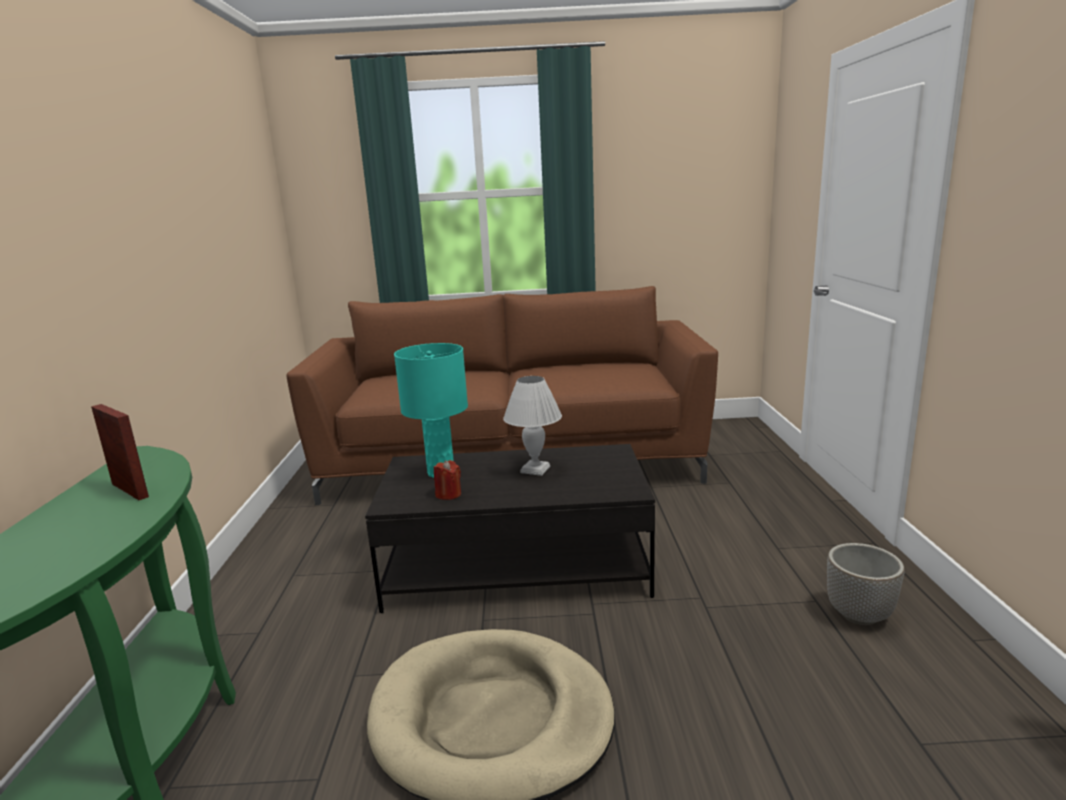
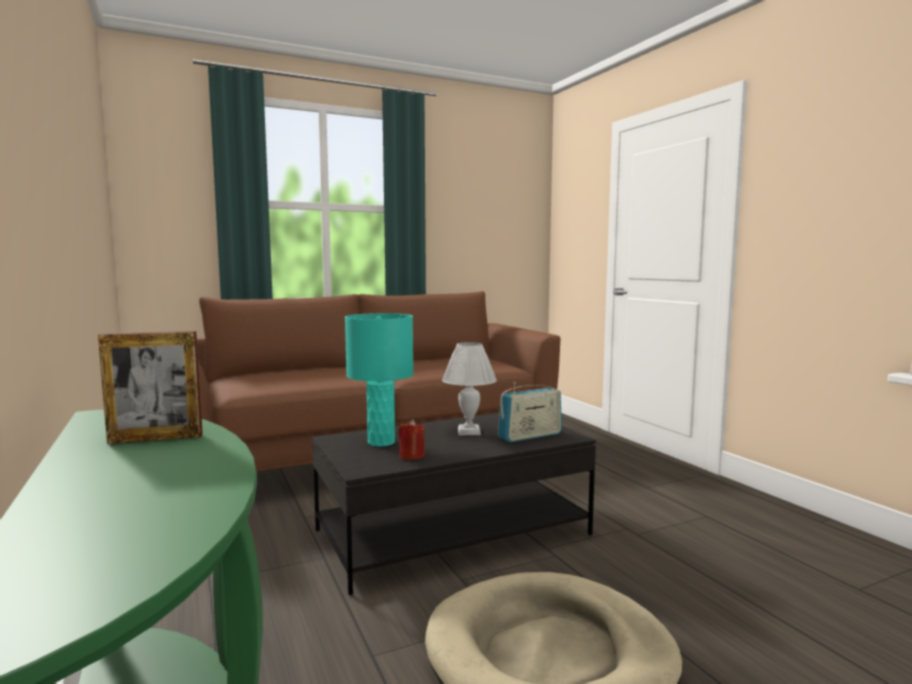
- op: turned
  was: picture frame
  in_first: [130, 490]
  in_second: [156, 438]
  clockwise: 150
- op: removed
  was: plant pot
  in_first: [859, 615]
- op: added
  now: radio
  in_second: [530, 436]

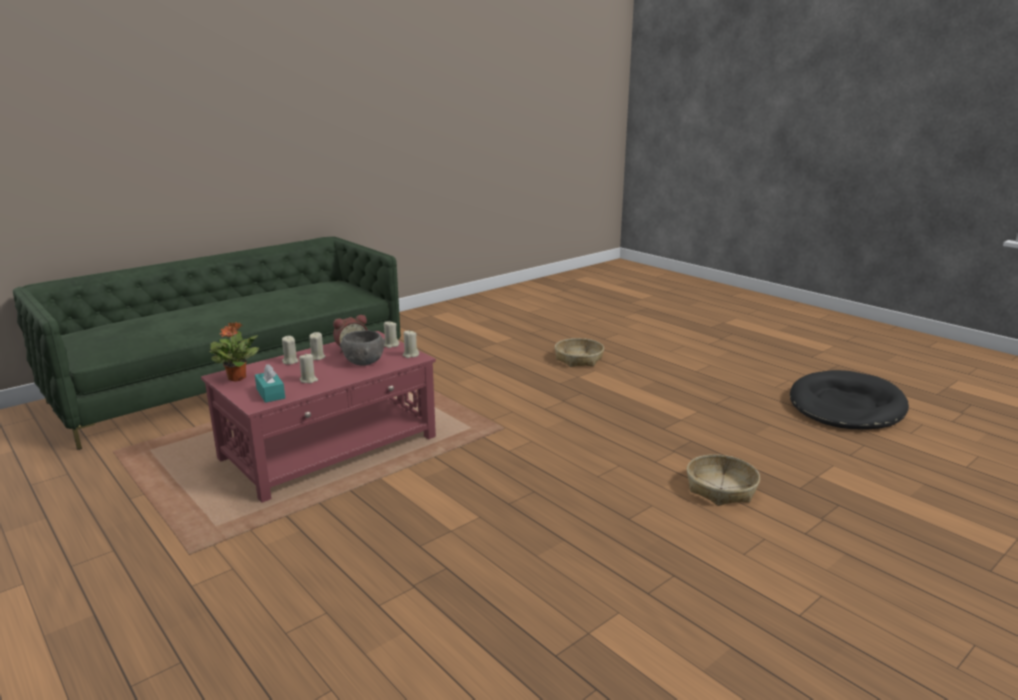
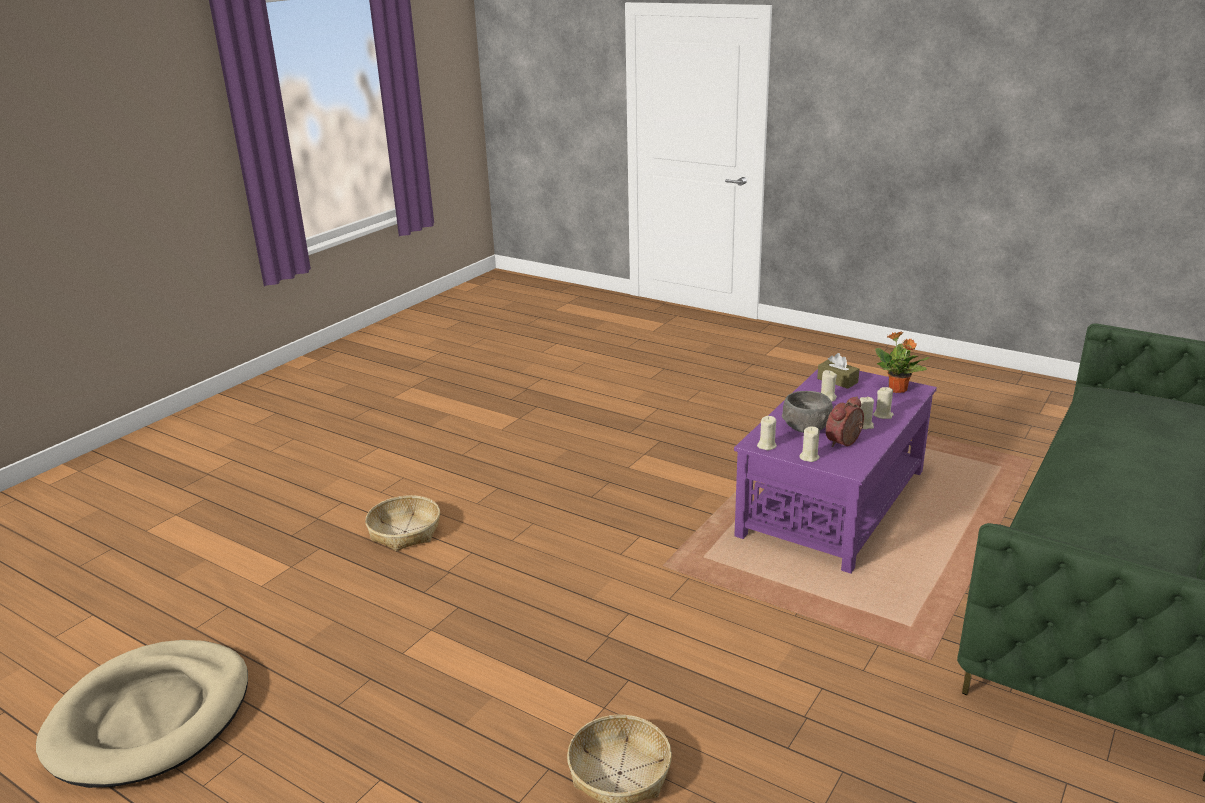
- op: recoloured
  was: red-coloured lounge table
  now: purplish lounge table
  in_first: [331, 448]
  in_second: [832, 503]
- op: recoloured
  was: turquoise box of tissues
  now: brownish box of tissues
  in_first: [270, 393]
  in_second: [837, 380]
- op: recoloured
  was: black dog bed
  now: sand-coloured dog bed
  in_first: [846, 406]
  in_second: [151, 717]

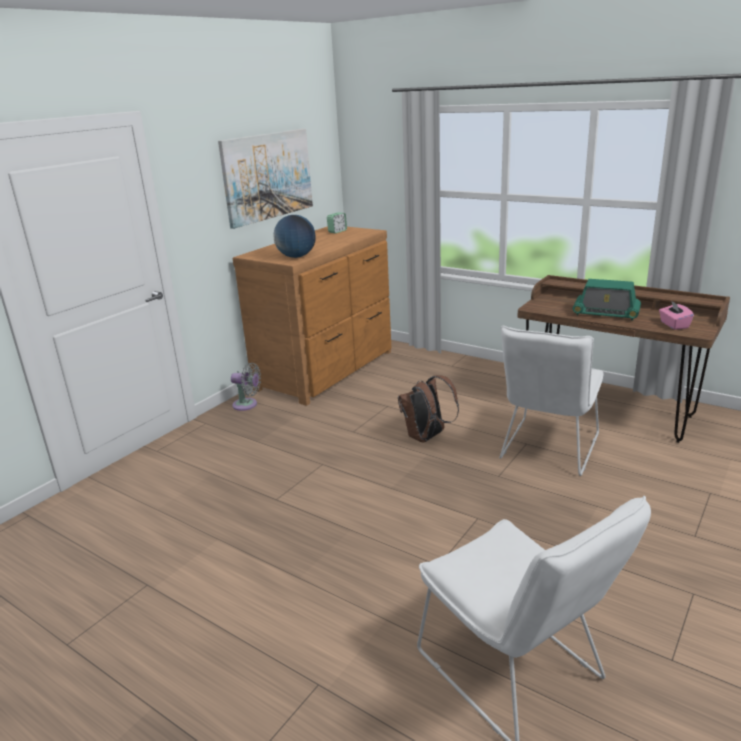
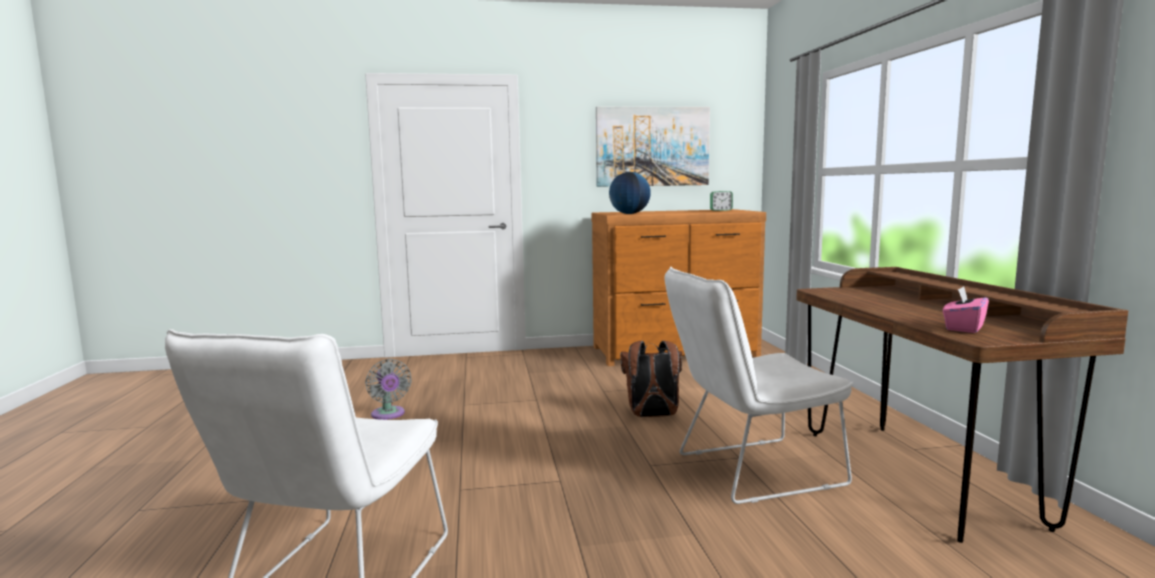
- op: removed
  was: radio
  in_first: [605, 313]
- op: moved
  was: grey fan
  in_first: [247, 405]
  in_second: [388, 415]

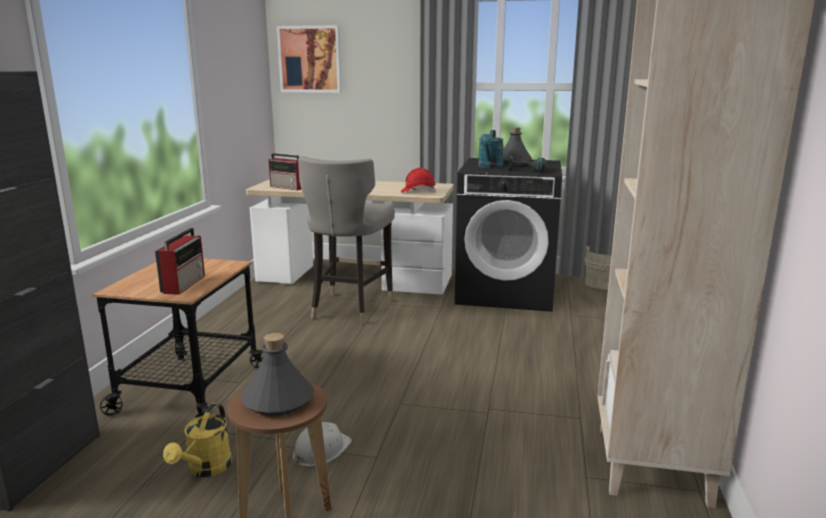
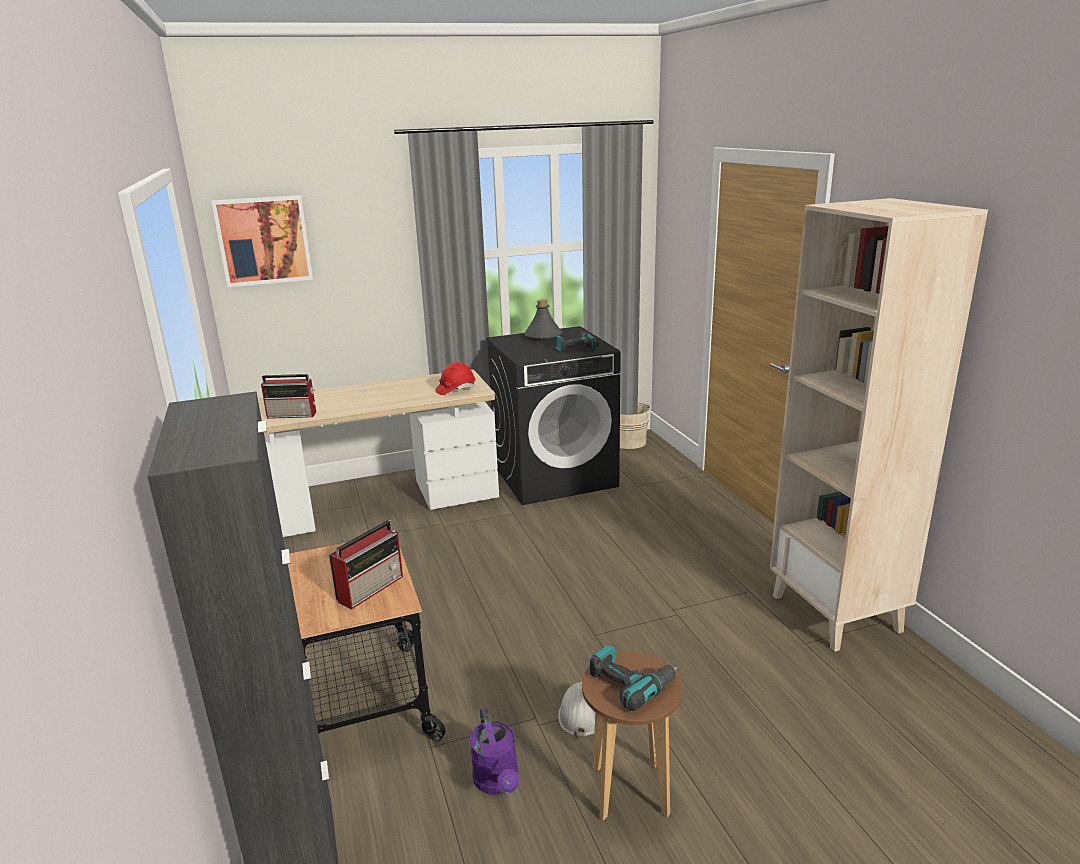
- op: removed
  was: turquoise sprinkling can
  in_first: [489, 167]
- op: removed
  was: grey sitting stool
  in_first: [349, 308]
- op: turned
  was: radio
  in_first: [184, 283]
  in_second: [371, 588]
  clockwise: 60
- op: replaced
  was: grey drink bottle
  now: drill
  in_first: [278, 401]
  in_second: [631, 683]
- op: recoloured
  was: yellow-coloured sprinkling can
  now: purplish sprinkling can
  in_first: [206, 469]
  in_second: [498, 783]

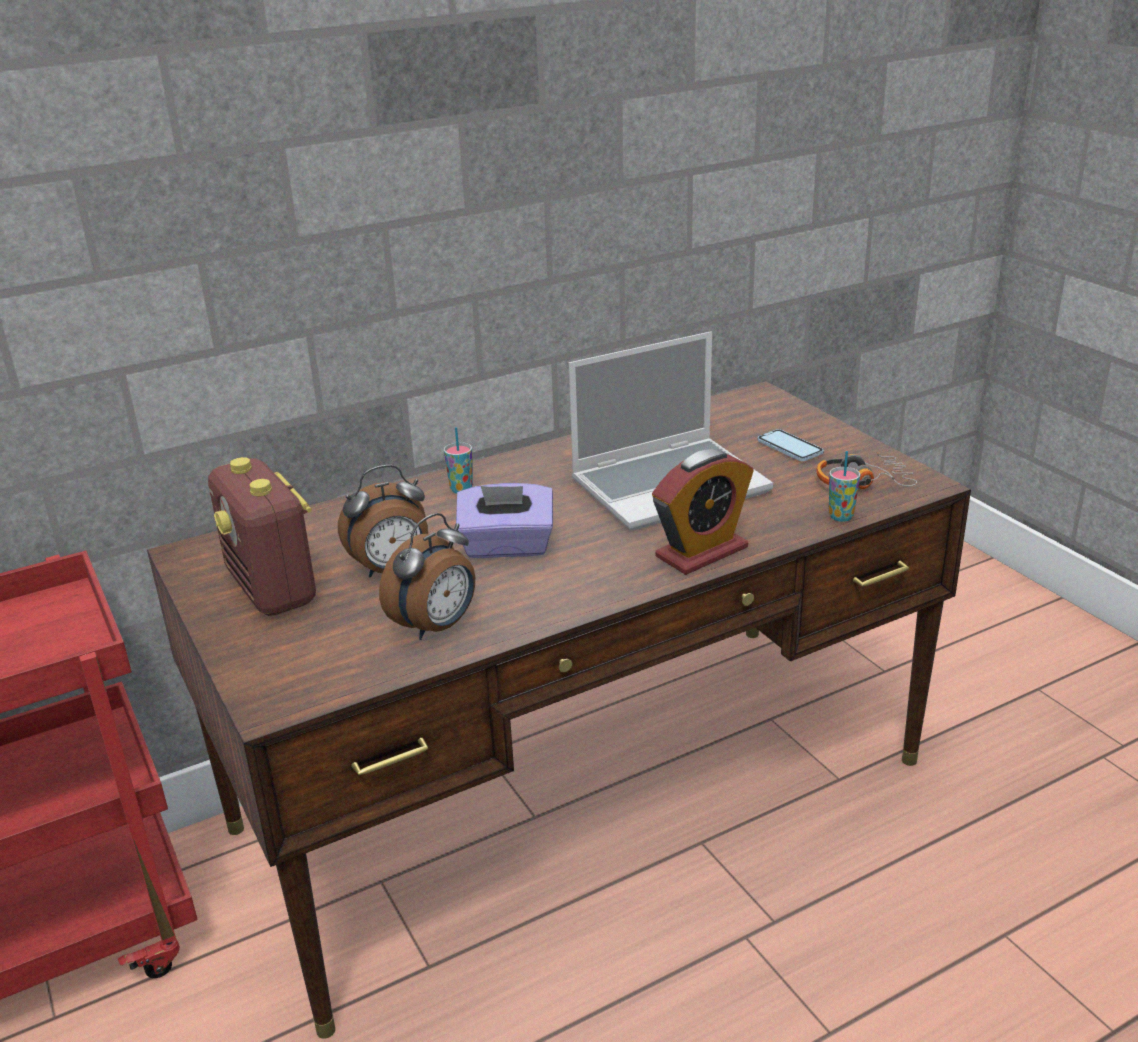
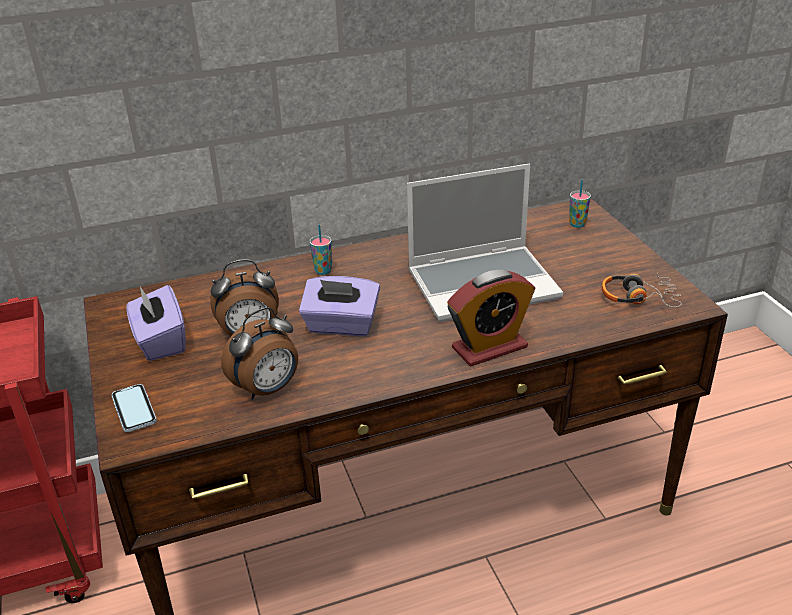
- op: moved
  was: phone
  in_first: [789, 447]
  in_second: [134, 409]
- op: moved
  was: drinking cup
  in_first: [841, 516]
  in_second: [577, 224]
- op: replaced
  was: radio
  now: purplish box of tissues
  in_first: [272, 588]
  in_second: [160, 341]

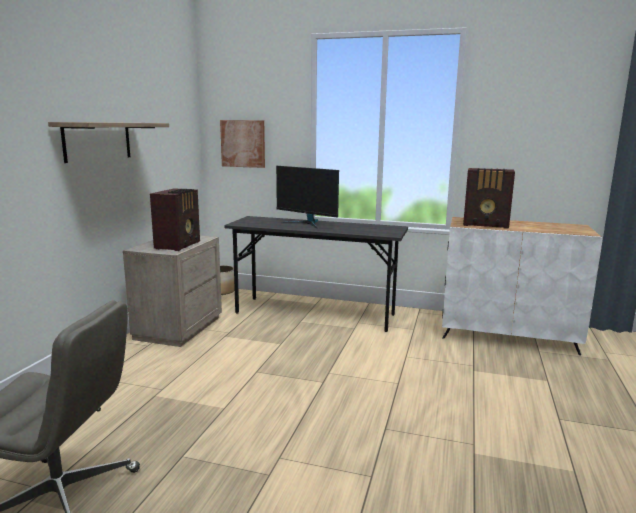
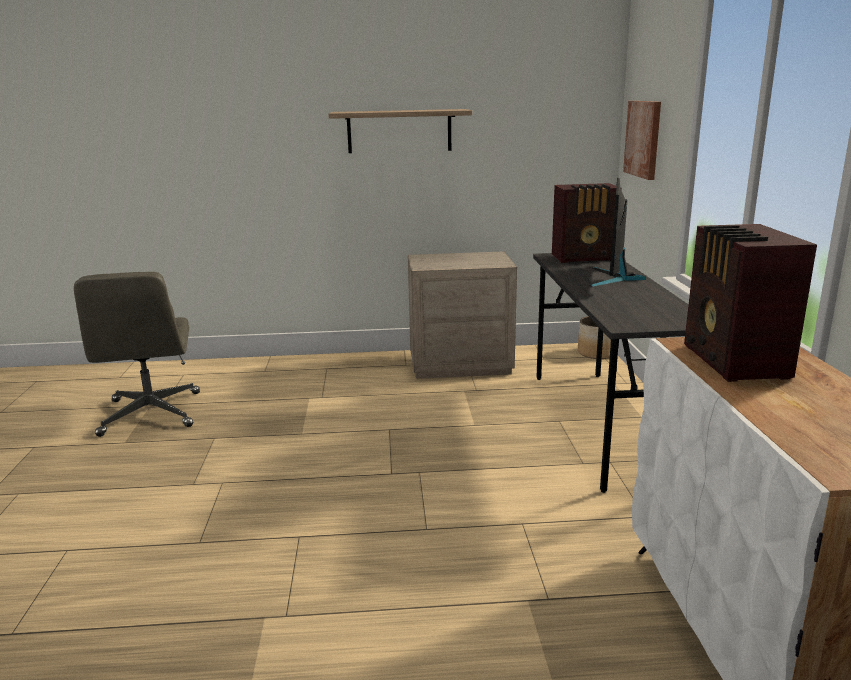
- op: moved
  was: radio
  in_first: [179, 245]
  in_second: [585, 258]

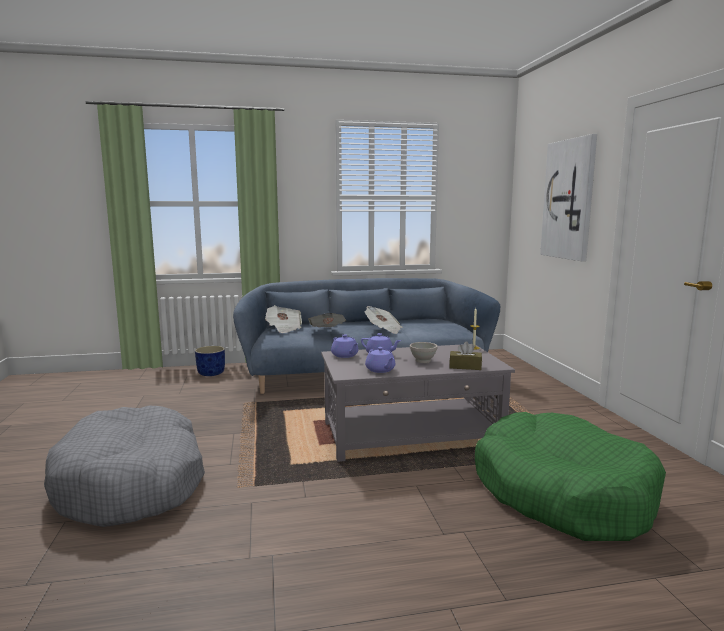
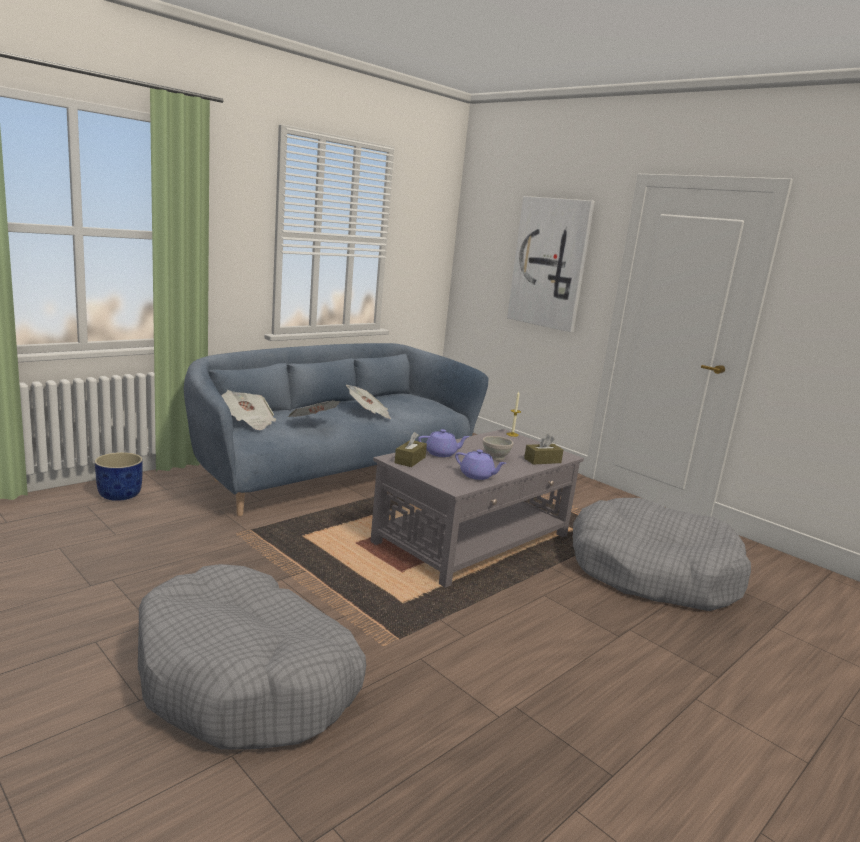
- op: replaced
  was: purplish pot for tea
  now: brownish box of tissues
  in_first: [345, 355]
  in_second: [410, 460]
- op: recoloured
  was: green dog bed
  now: grey dog bed
  in_first: [561, 492]
  in_second: [652, 572]

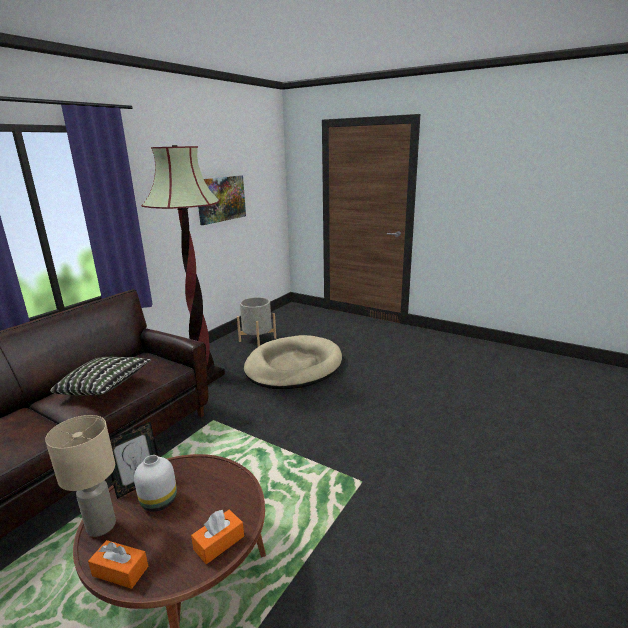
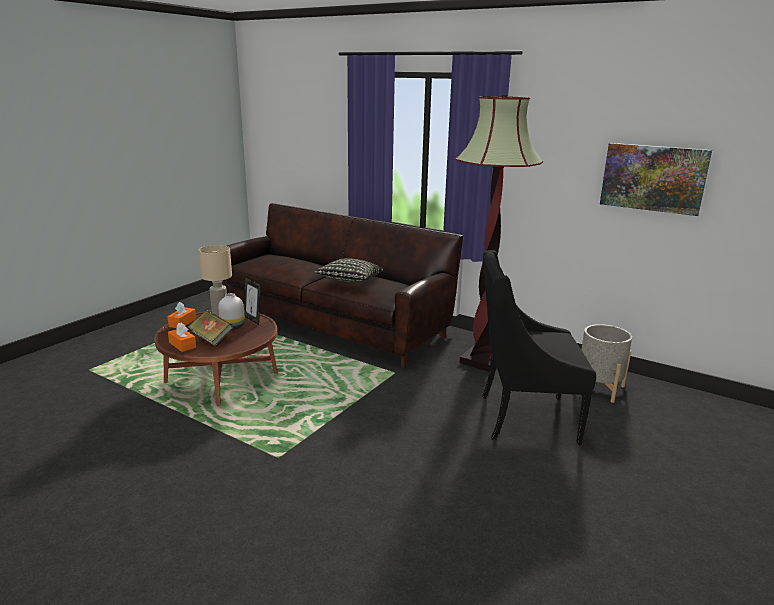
- op: replaced
  was: sand-coloured dog bed
  now: black easy chair
  in_first: [293, 366]
  in_second: [524, 418]
- op: added
  now: book
  in_second: [211, 338]

